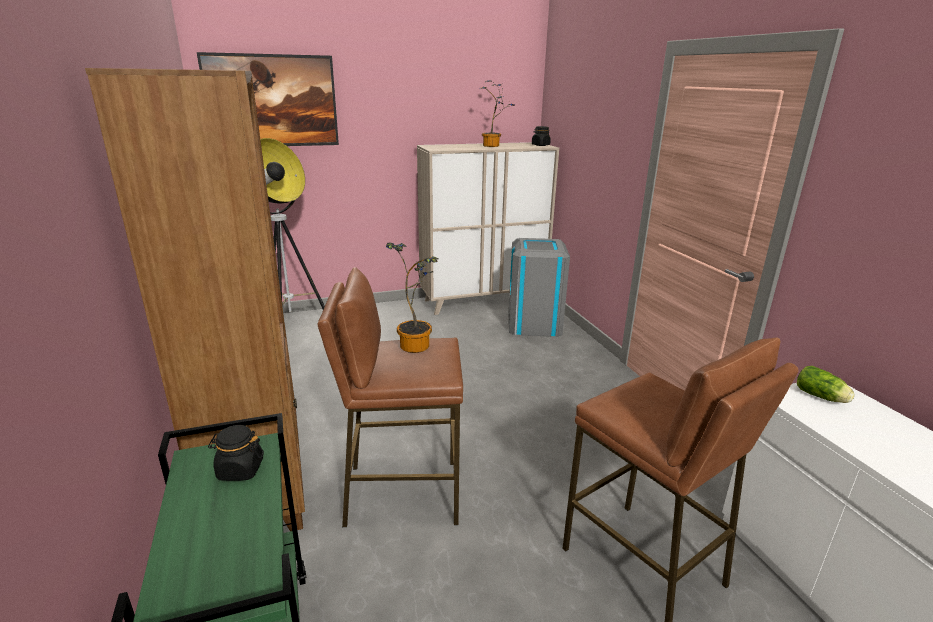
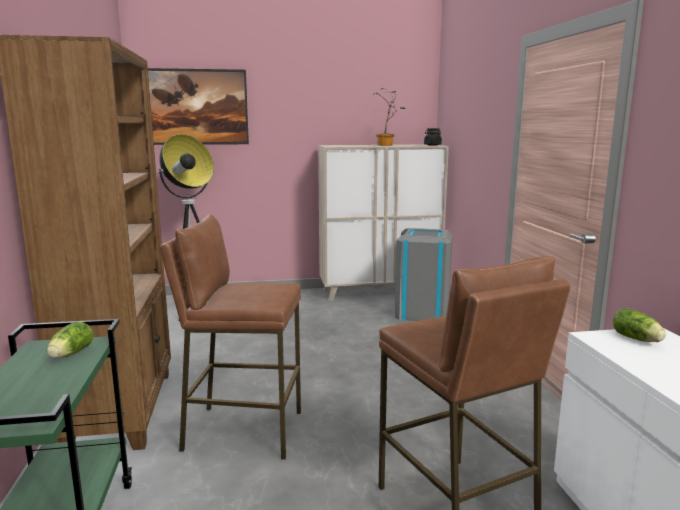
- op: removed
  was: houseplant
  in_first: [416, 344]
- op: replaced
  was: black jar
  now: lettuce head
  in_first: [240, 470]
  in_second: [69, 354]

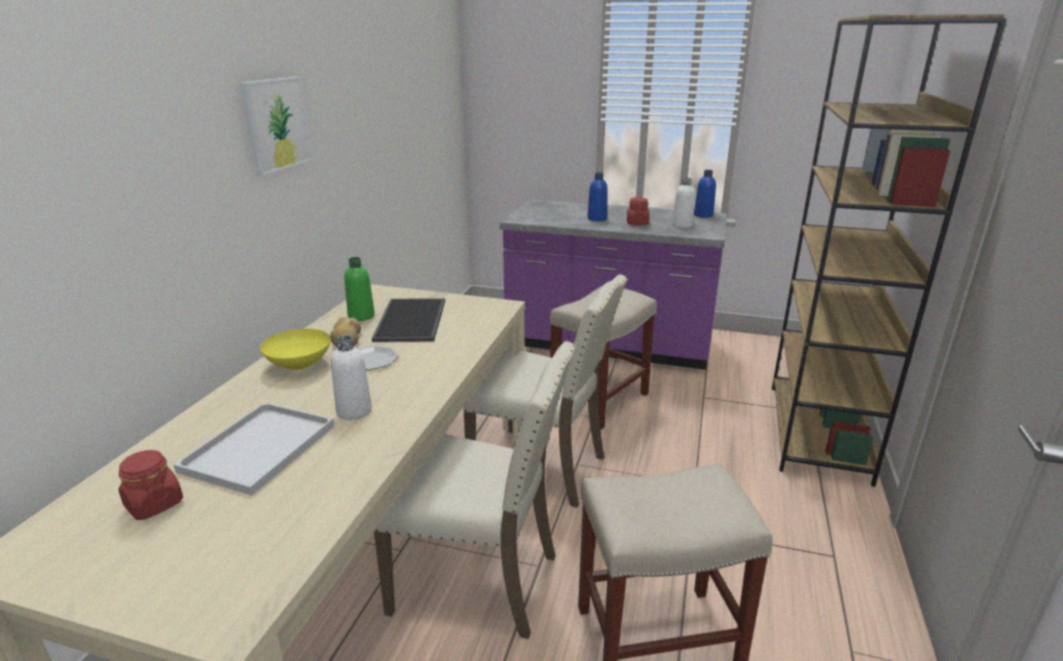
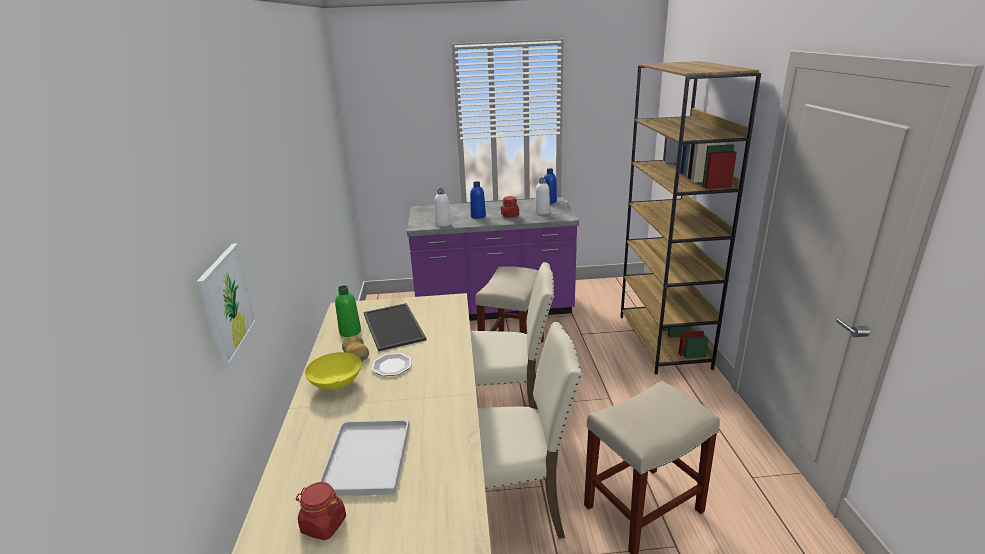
- op: moved
  was: wall picture
  in_first: [276, 124]
  in_second: [226, 303]
- op: moved
  was: whitish drink bottle
  in_first: [354, 411]
  in_second: [443, 224]

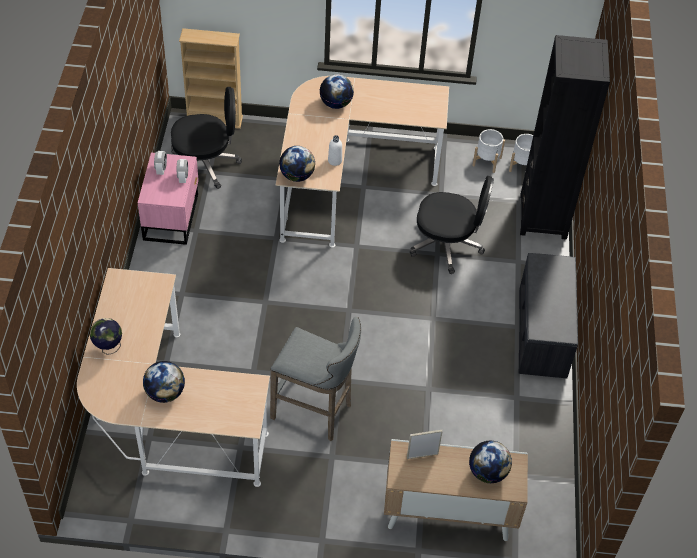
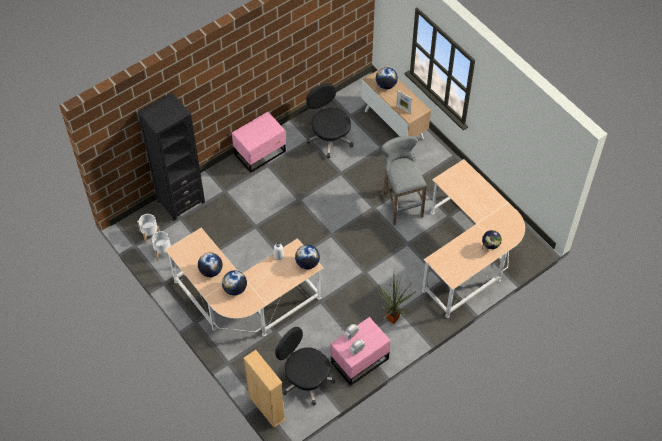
- op: moved
  was: black computer chair
  in_first: [447, 245]
  in_second: [329, 138]
- op: replaced
  was: grey bench
  now: pink bedside table
  in_first: [543, 333]
  in_second: [261, 153]
- op: moved
  was: globe
  in_first: [165, 393]
  in_second: [211, 271]
- op: added
  now: houseplant
  in_second: [394, 318]

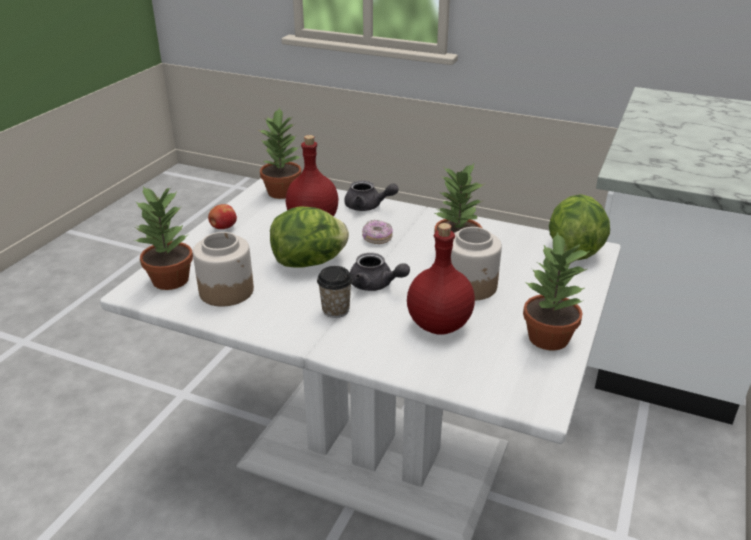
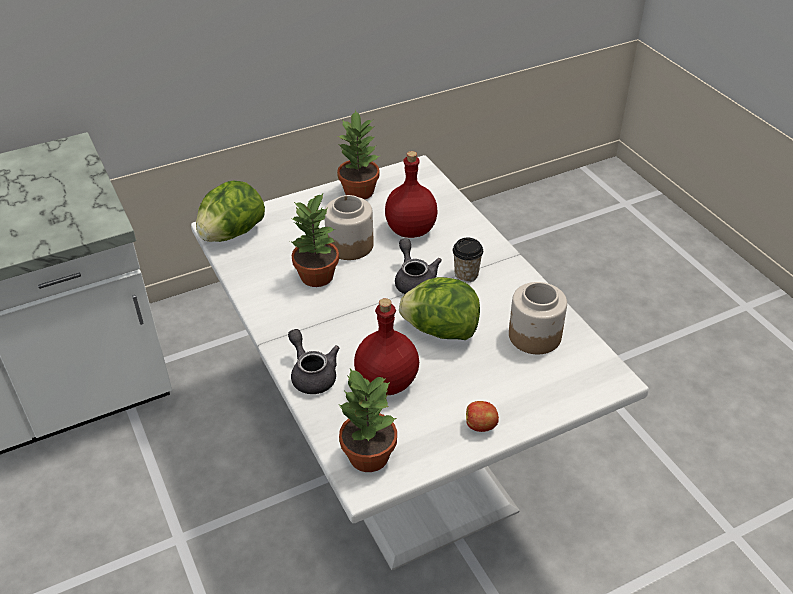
- op: removed
  was: houseplant
  in_first: [171, 280]
- op: removed
  was: doughnut
  in_first: [377, 238]

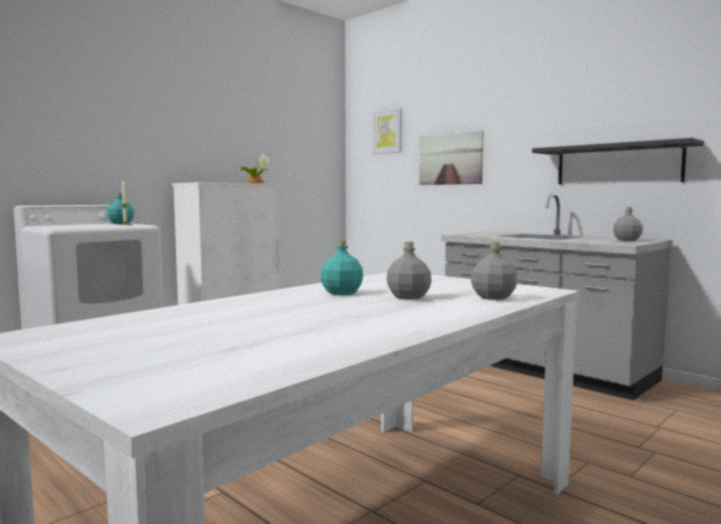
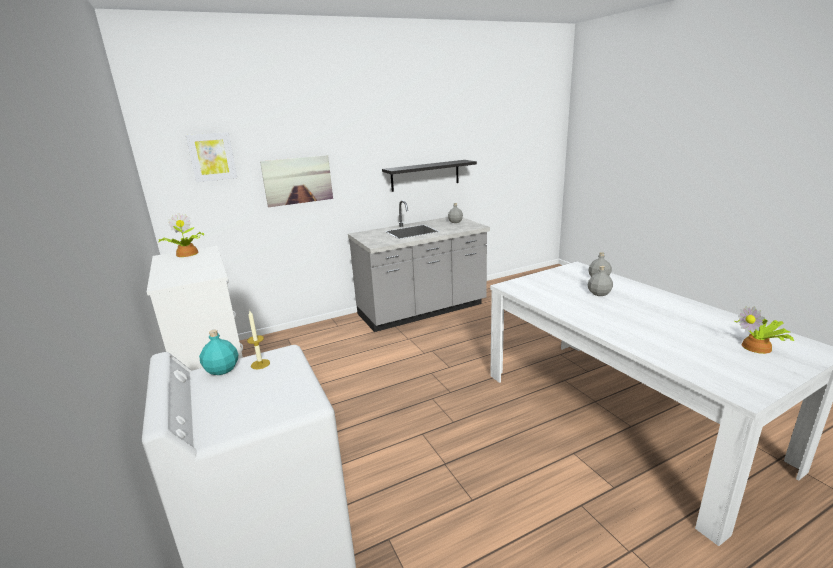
- op: removed
  was: turquoise drink bottle
  in_first: [341, 293]
- op: added
  now: houseplant
  in_second: [758, 347]

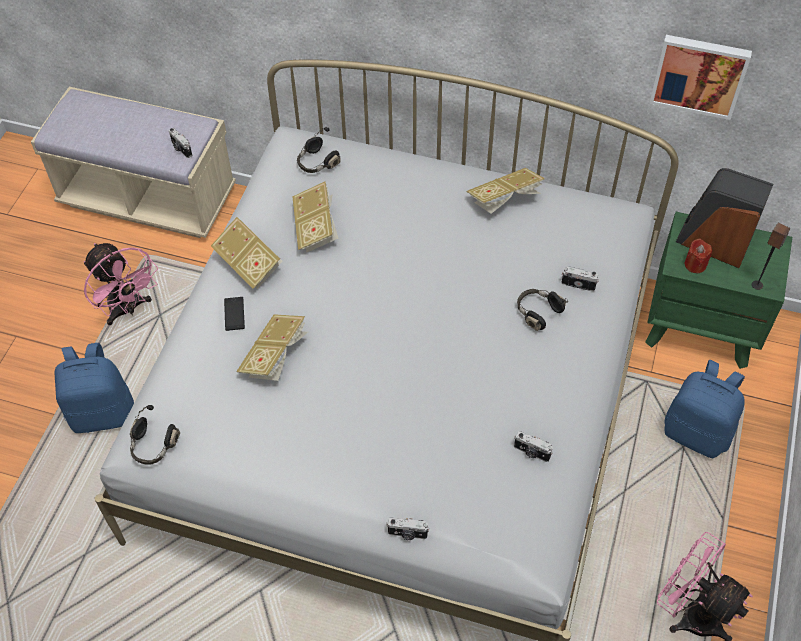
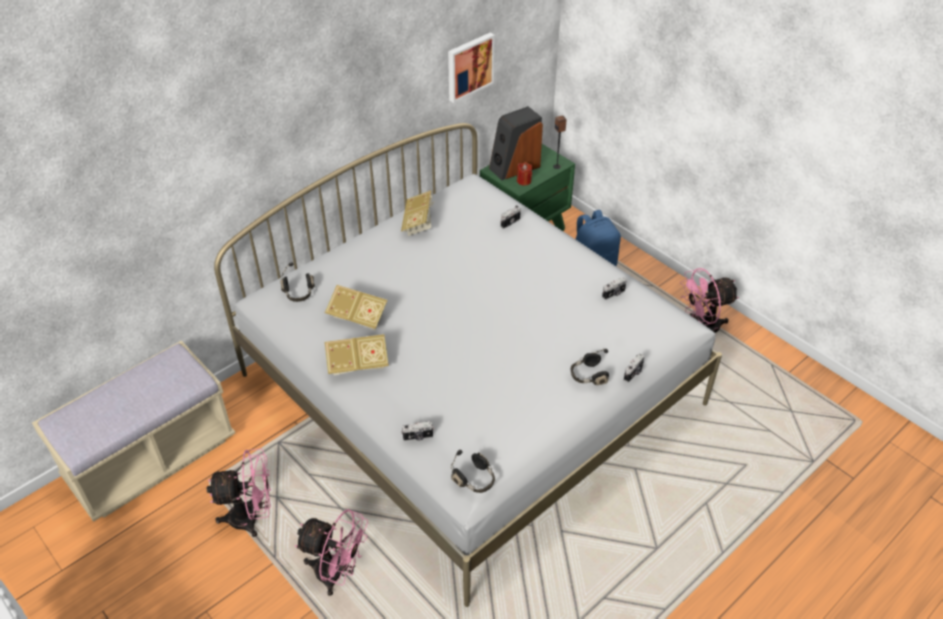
- op: moved
  was: still camera
  in_first: [181, 149]
  in_second: [418, 437]
- op: moved
  was: black headset
  in_first: [538, 312]
  in_second: [588, 375]
- op: removed
  was: phone
  in_first: [234, 314]
- op: removed
  was: book
  in_first: [275, 357]
- op: replaced
  was: blue-coloured rucksack
  now: pink fan
  in_first: [102, 412]
  in_second: [337, 573]

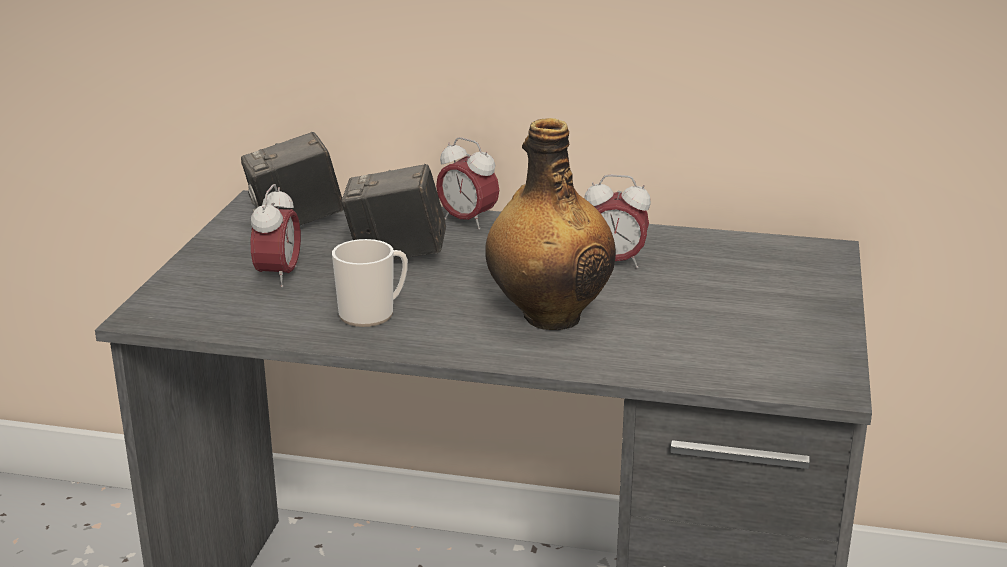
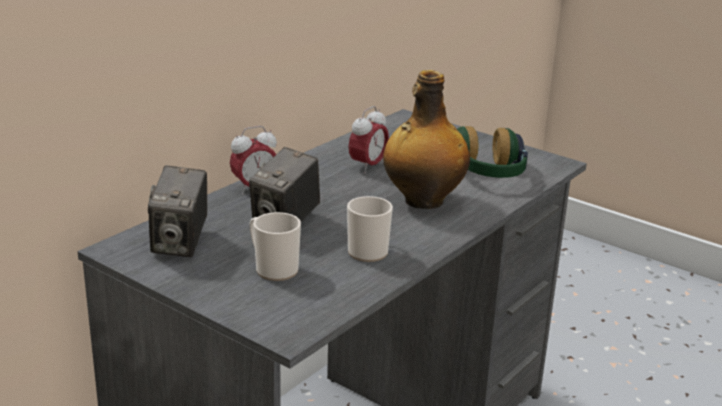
- op: replaced
  was: table clock
  now: coffee mug
  in_first: [278, 276]
  in_second: [273, 269]
- op: added
  now: headset
  in_second: [488, 174]

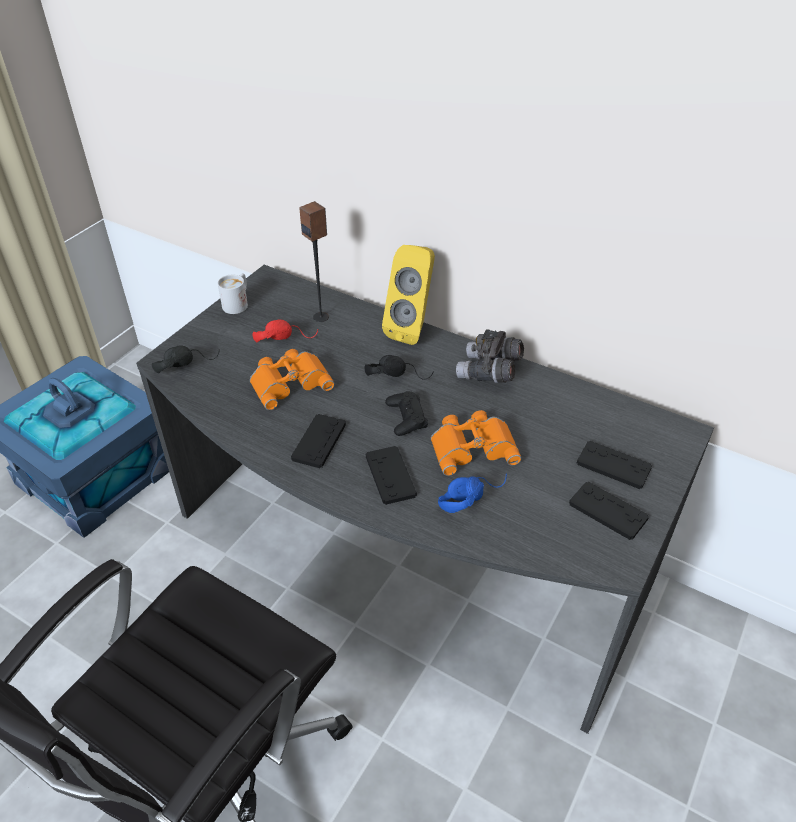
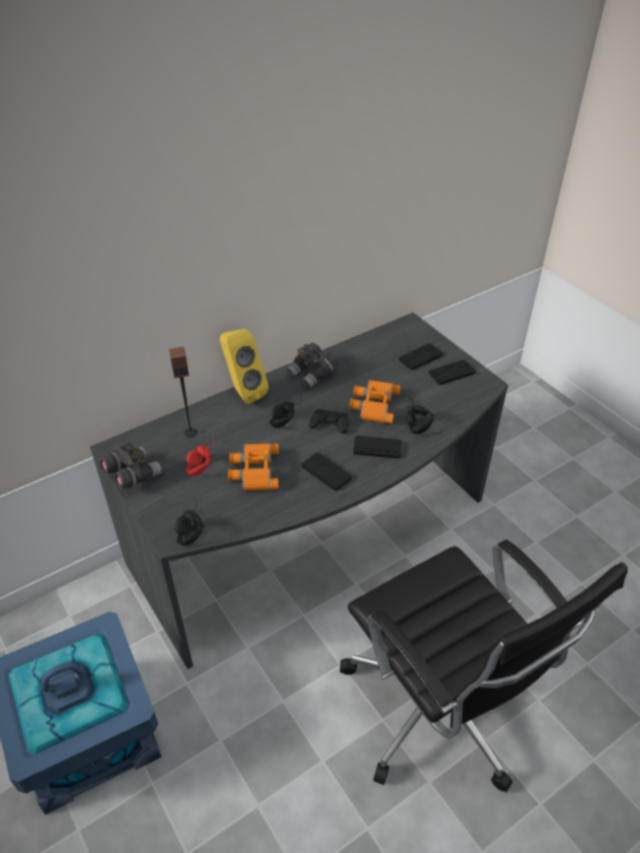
- op: replaced
  was: whitish coffee mug
  now: grey binoculars
  in_first: [238, 303]
  in_second: [132, 475]
- op: recoloured
  was: blue-coloured headset
  now: black headset
  in_first: [470, 495]
  in_second: [412, 419]

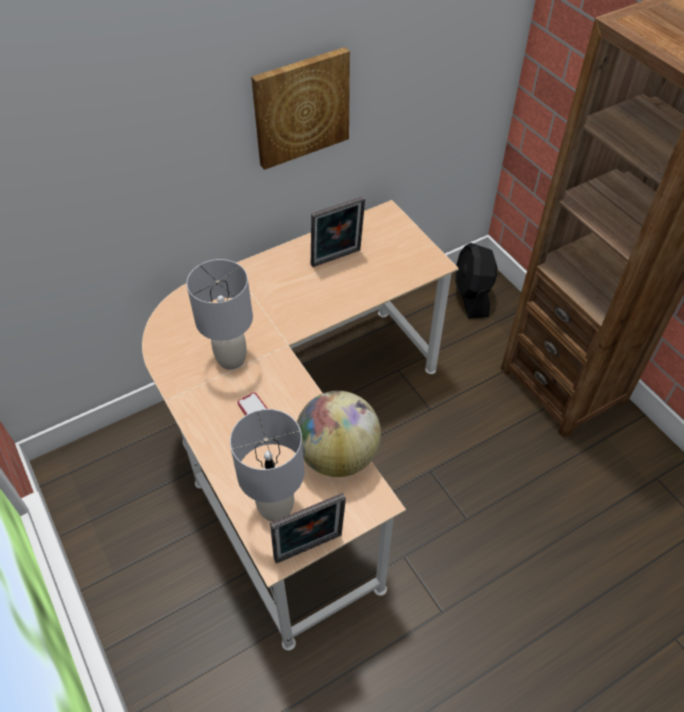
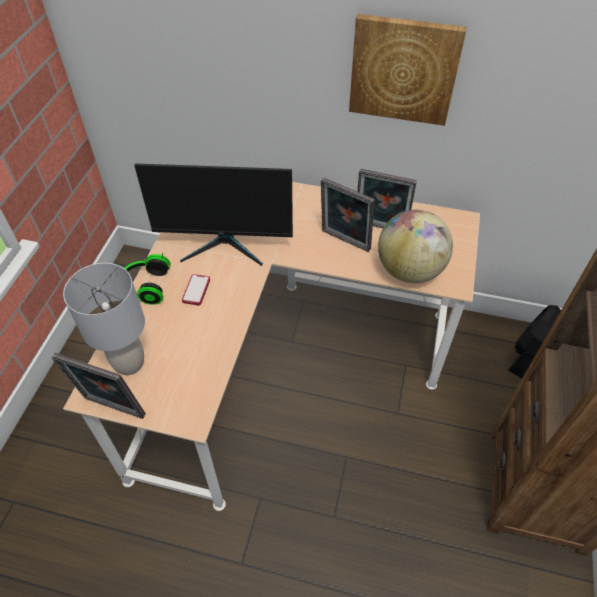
- op: replaced
  was: grey lamp for a table
  now: computer screen
  in_first: [231, 358]
  in_second: [225, 245]
- op: moved
  was: globe
  in_first: [338, 455]
  in_second: [409, 270]
- op: added
  now: picture frame
  in_second: [344, 242]
- op: added
  now: headset
  in_second: [145, 287]

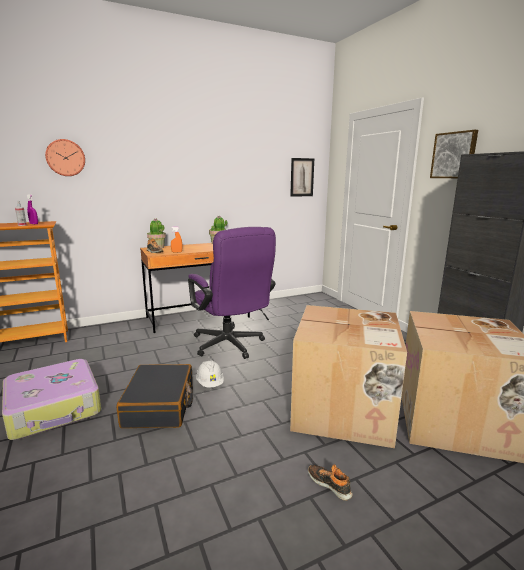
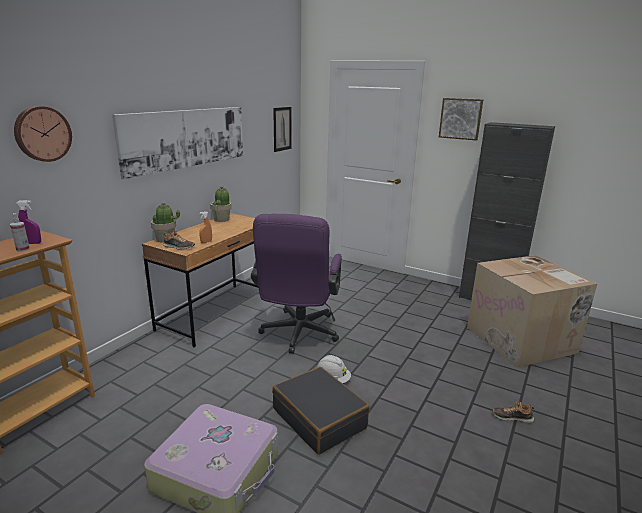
- op: turned
  was: purplish computer chair
  in_first: [231, 346]
  in_second: [298, 335]
  clockwise: 75
- op: removed
  was: packing box
  in_first: [344, 410]
- op: added
  now: wall picture
  in_second: [186, 138]

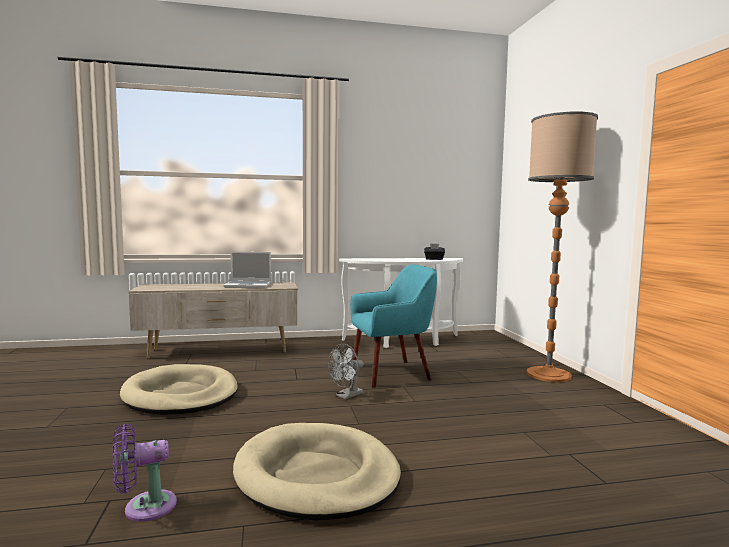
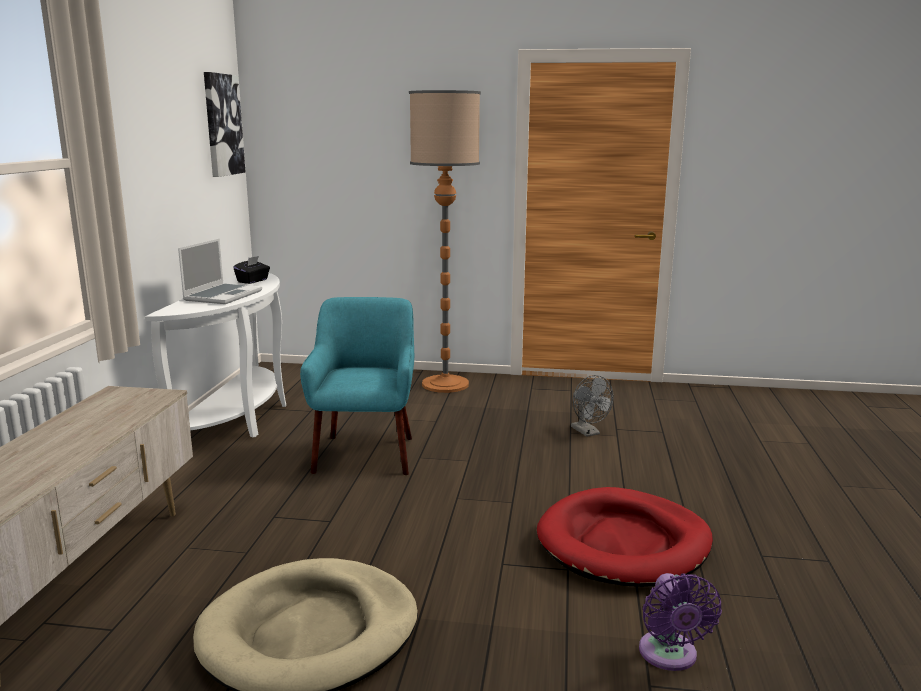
- op: moved
  was: notebook computer
  in_first: [249, 285]
  in_second: [223, 295]
- op: moved
  was: grey fan
  in_first: [346, 396]
  in_second: [588, 432]
- op: recoloured
  was: sand-coloured dog bed
  now: red-coloured dog bed
  in_first: [316, 475]
  in_second: [624, 543]
- op: added
  now: wall picture
  in_second: [222, 125]

